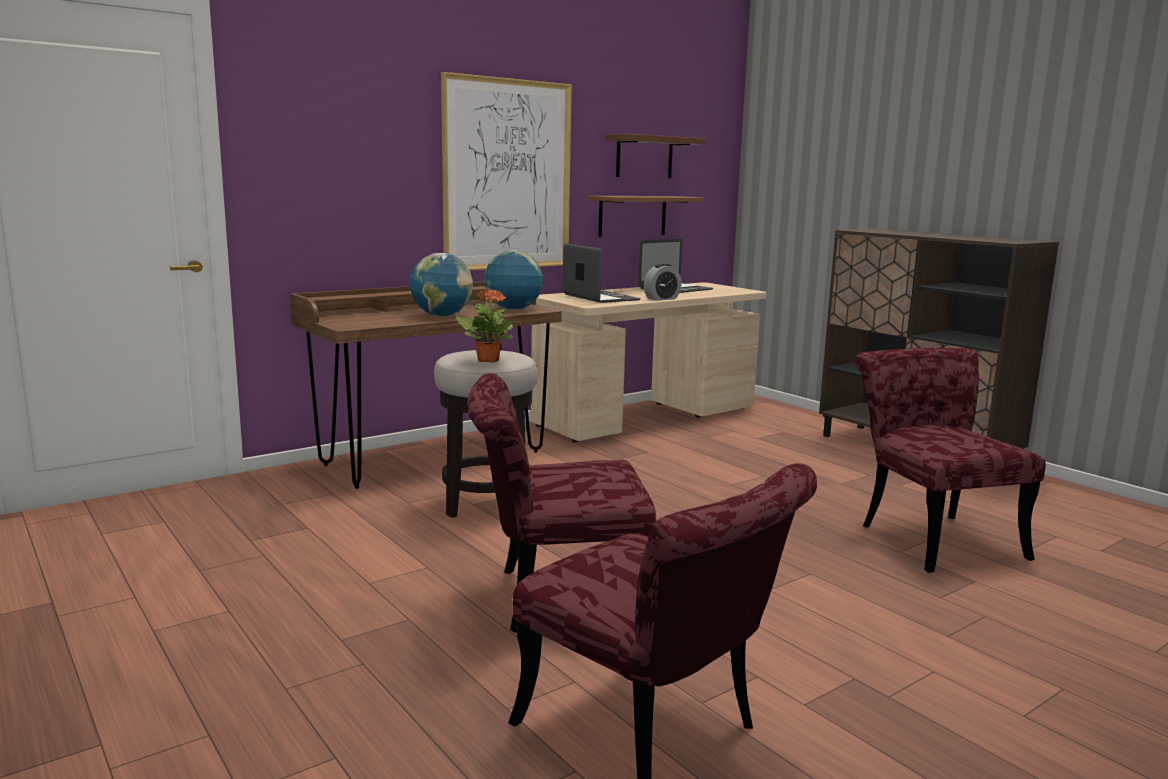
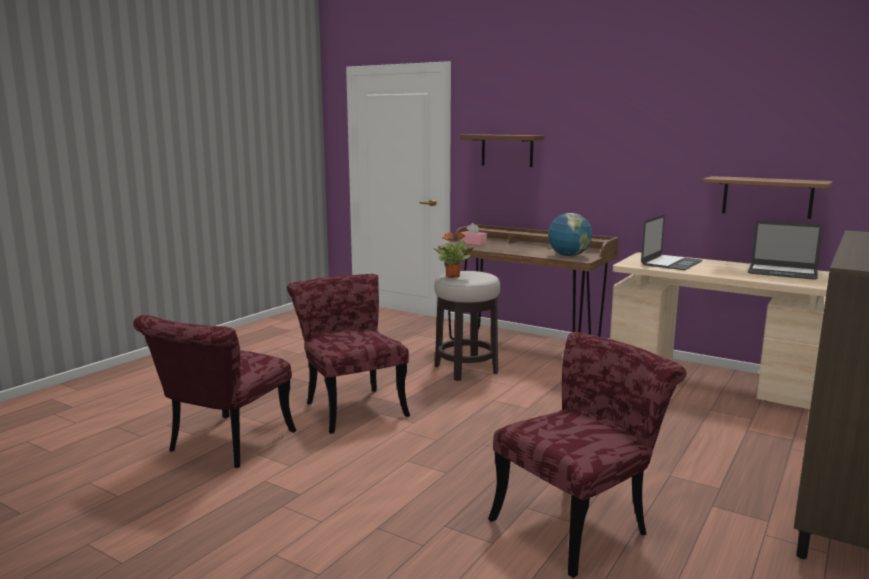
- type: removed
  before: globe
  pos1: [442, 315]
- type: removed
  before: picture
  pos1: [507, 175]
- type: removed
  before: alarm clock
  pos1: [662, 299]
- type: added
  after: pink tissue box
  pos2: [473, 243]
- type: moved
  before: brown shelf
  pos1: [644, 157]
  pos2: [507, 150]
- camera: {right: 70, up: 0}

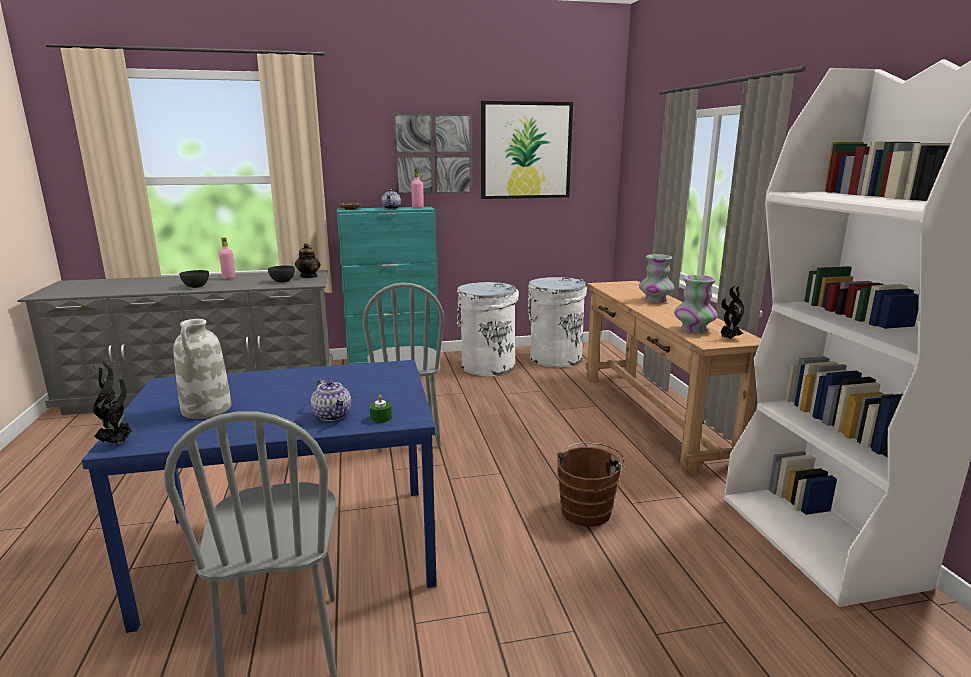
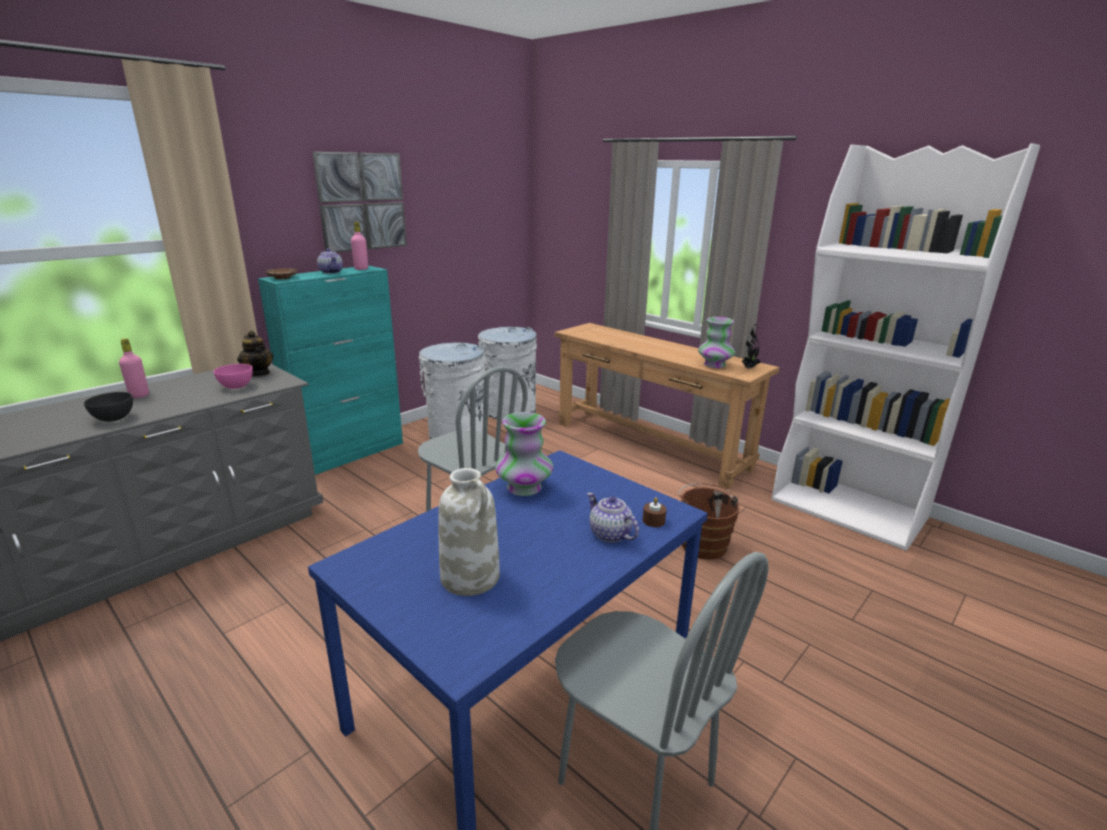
- type: removed
  before: potted plant
  pos1: [118, 443]
- type: removed
  before: picture
  pos1: [526, 150]
- type: moved
  before: vase
  pos1: [655, 300]
  pos2: [524, 488]
- type: recoloured
  before: grey bowl
  after: pink bowl
  pos1: [282, 281]
  pos2: [236, 386]
- type: recoloured
  before: green candle
  after: brown candle
  pos1: [381, 418]
  pos2: [653, 521]
- type: turned
  before: teapot
  pos1: [333, 415]
  pos2: [609, 534]
  turn: -150
- camera: {right: -35, up: 5}

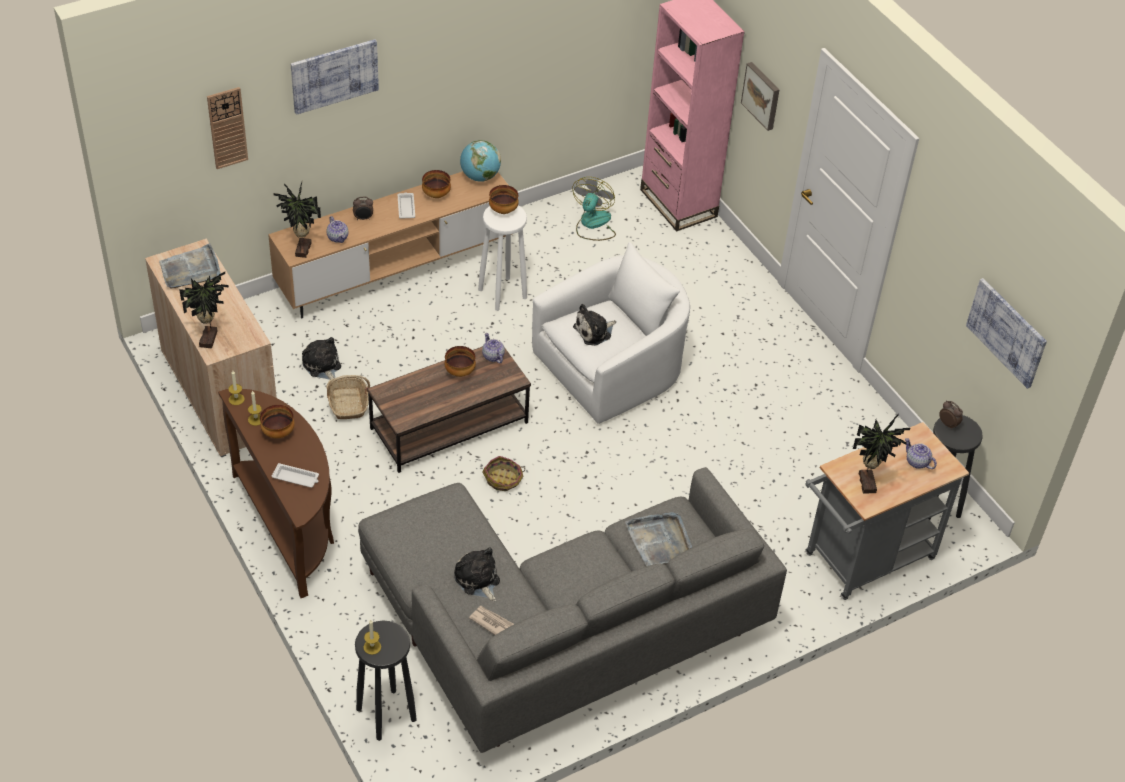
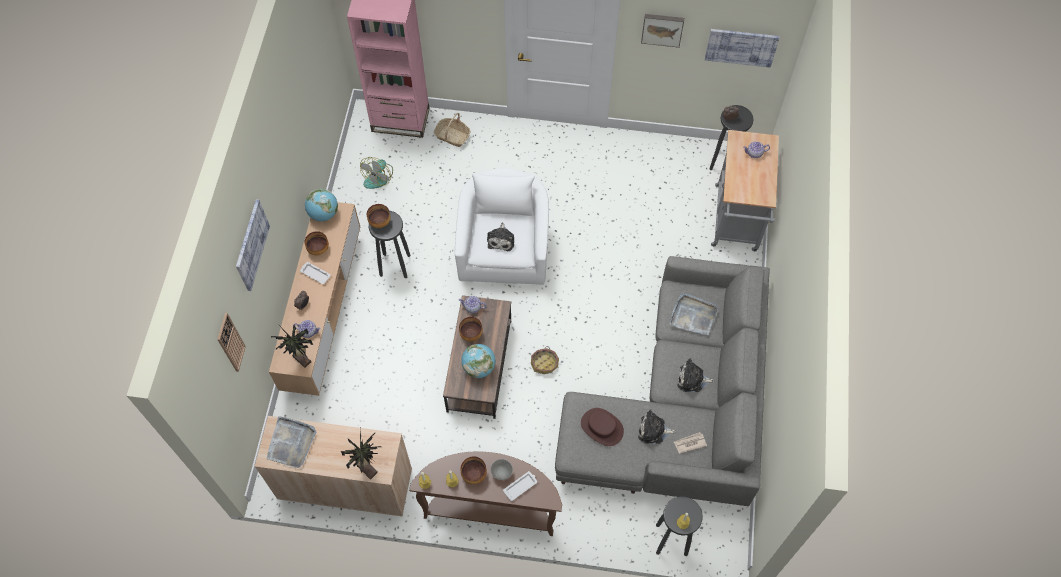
- type: removed
  before: potted plant
  pos1: [868, 483]
- type: added
  after: globe
  pos2: [479, 367]
- type: added
  after: grey bowl
  pos2: [502, 473]
- type: added
  after: brown hat
  pos2: [601, 427]
- type: moved
  before: plush toy
  pos1: [322, 366]
  pos2: [692, 379]
- type: moved
  before: basket
  pos1: [348, 403]
  pos2: [452, 136]
- type: moved
  before: picture
  pos1: [762, 95]
  pos2: [662, 29]
- type: recoloured
  before: white stool
  after: black stool
  pos1: [502, 293]
  pos2: [394, 265]
- type: turned
  before: fan
  pos1: [593, 224]
  pos2: [378, 177]
  turn: -120
- camera: {right: -50, up: 15}

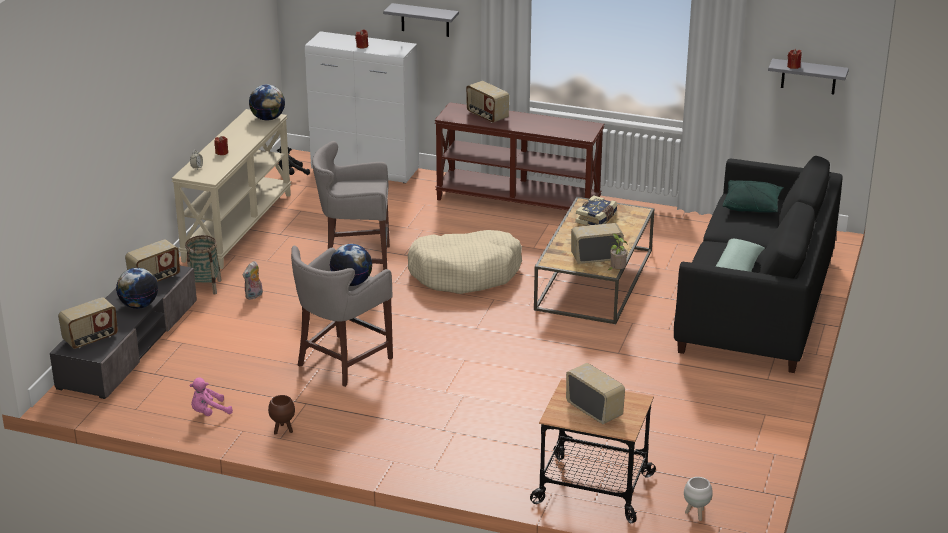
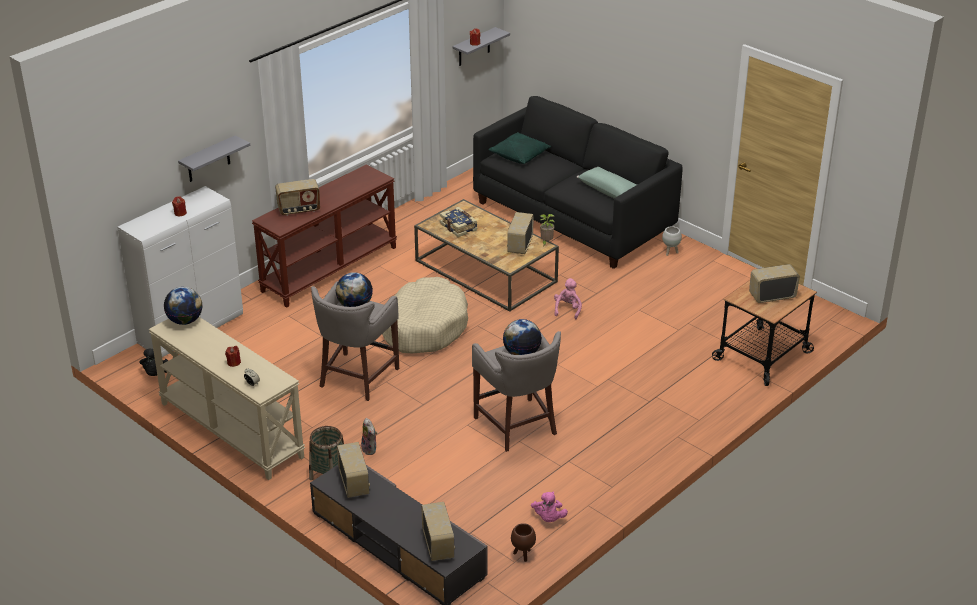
- type: added
  after: pink plush toy
  pos2: [567, 309]
- type: moved
  before: globe
  pos1: [139, 305]
  pos2: [354, 305]
- type: moved
  before: brown planter
  pos1: [282, 430]
  pos2: [522, 555]
- type: moved
  before: white planter
  pos1: [696, 514]
  pos2: [670, 252]
- camera: {right: -65, up: 5}

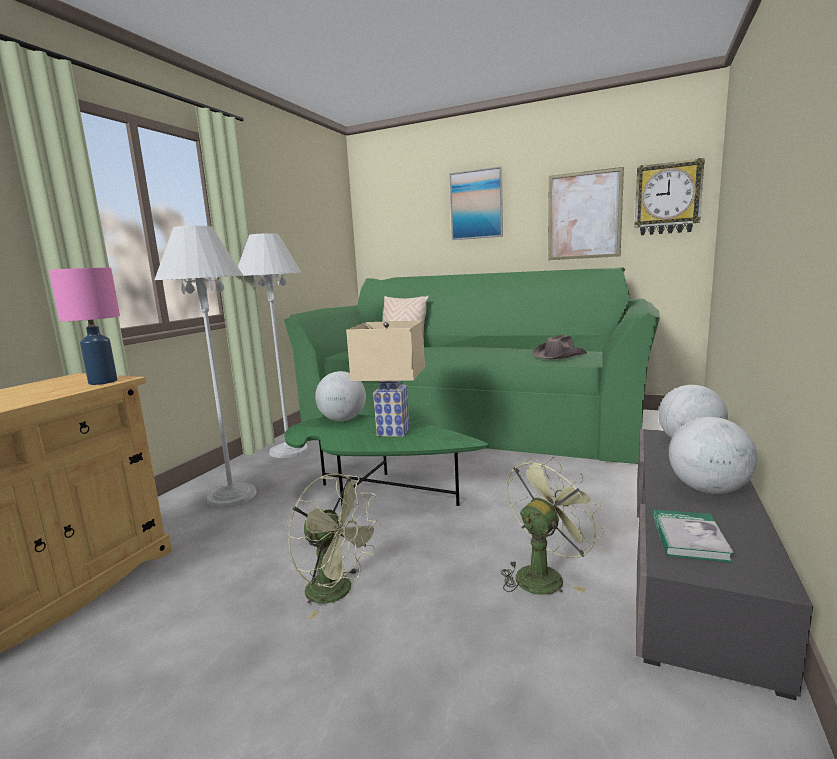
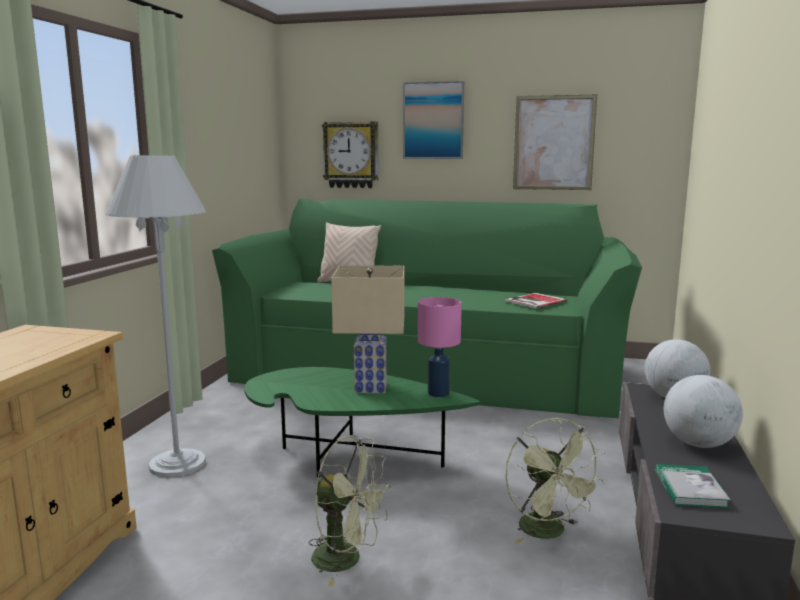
- type: removed
  before: white floor lamp
  pos1: [288, 450]
- type: removed
  before: globe
  pos1: [342, 420]
- type: moved
  before: pink table lamp
  pos1: [102, 382]
  pos2: [437, 393]
- type: moved
  before: wall clock
  pos1: [667, 198]
  pos2: [351, 155]
- type: replaced
  before: brown hat
  after: book
  pos1: [558, 355]
  pos2: [533, 301]
- type: turned
  before: green fan
  pos1: [544, 575]
  pos2: [549, 532]
  turn: 120
- camera: {right: -10, up: 0}

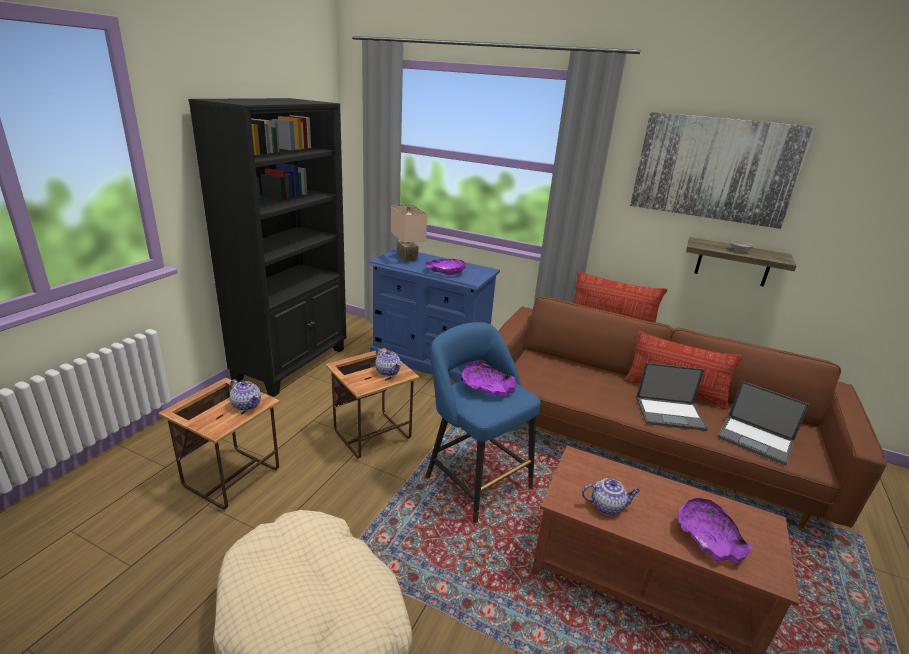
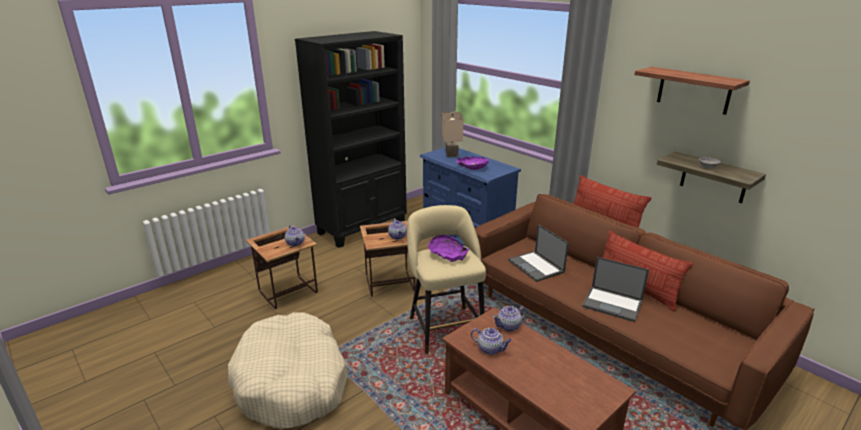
- type: removed
  before: purple bowl
  pos1: [708, 538]
- type: added
  after: teapot
  pos2: [509, 326]
- type: moved
  before: laptop
  pos1: [756, 440]
  pos2: [536, 266]
- type: replaced
  before: picture
  after: shelf
  pos1: [714, 169]
  pos2: [694, 90]
- type: recoloured
  before: blue stool
  after: beige stool
  pos1: [474, 479]
  pos2: [445, 327]
- camera: {right: 25, up: 0}

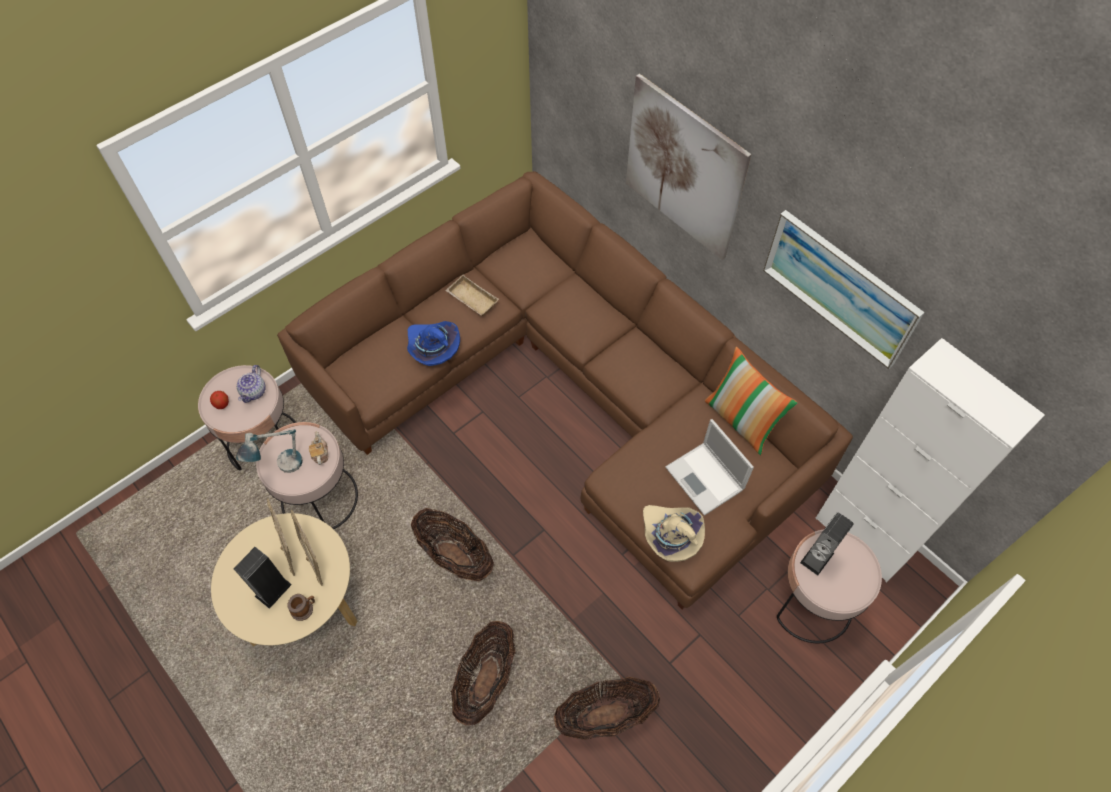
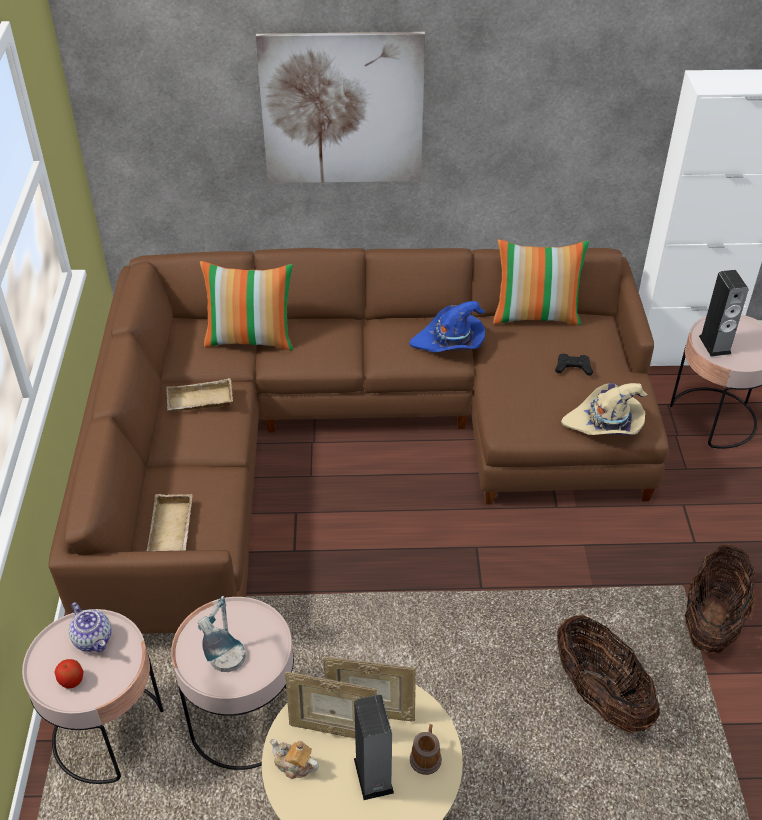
- type: removed
  before: basket
  pos1: [455, 556]
- type: removed
  before: picture
  pos1: [839, 287]
- type: added
  after: beige tray
  pos2: [173, 529]
- type: added
  after: pillow
  pos2: [251, 339]
- type: moved
  before: teapot
  pos1: [320, 453]
  pos2: [294, 765]
- type: moved
  before: blue hat
  pos1: [432, 347]
  pos2: [450, 342]
- type: replaced
  before: laptop
  after: black game controller
  pos1: [705, 479]
  pos2: [573, 368]
- camera: {right: -50, up: -15}

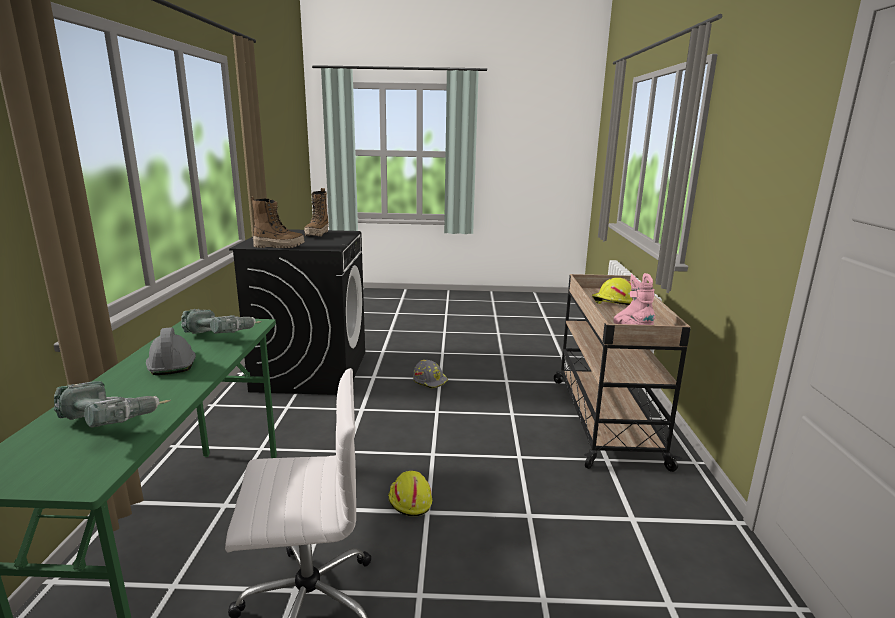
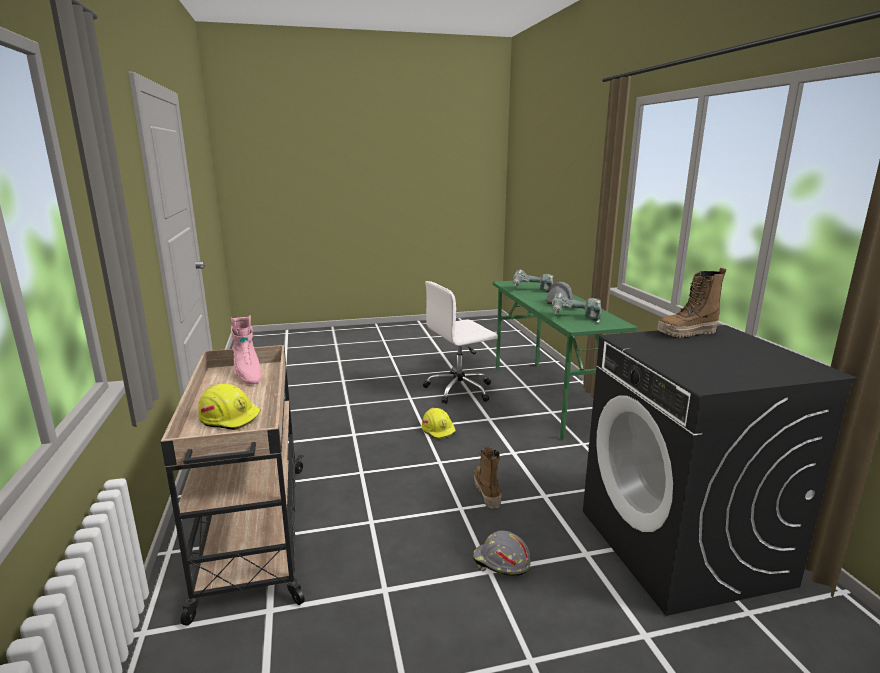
- type: moved
  before: boot
  pos1: [317, 234]
  pos2: [487, 492]
- camera: {right: 165, up: 0}

